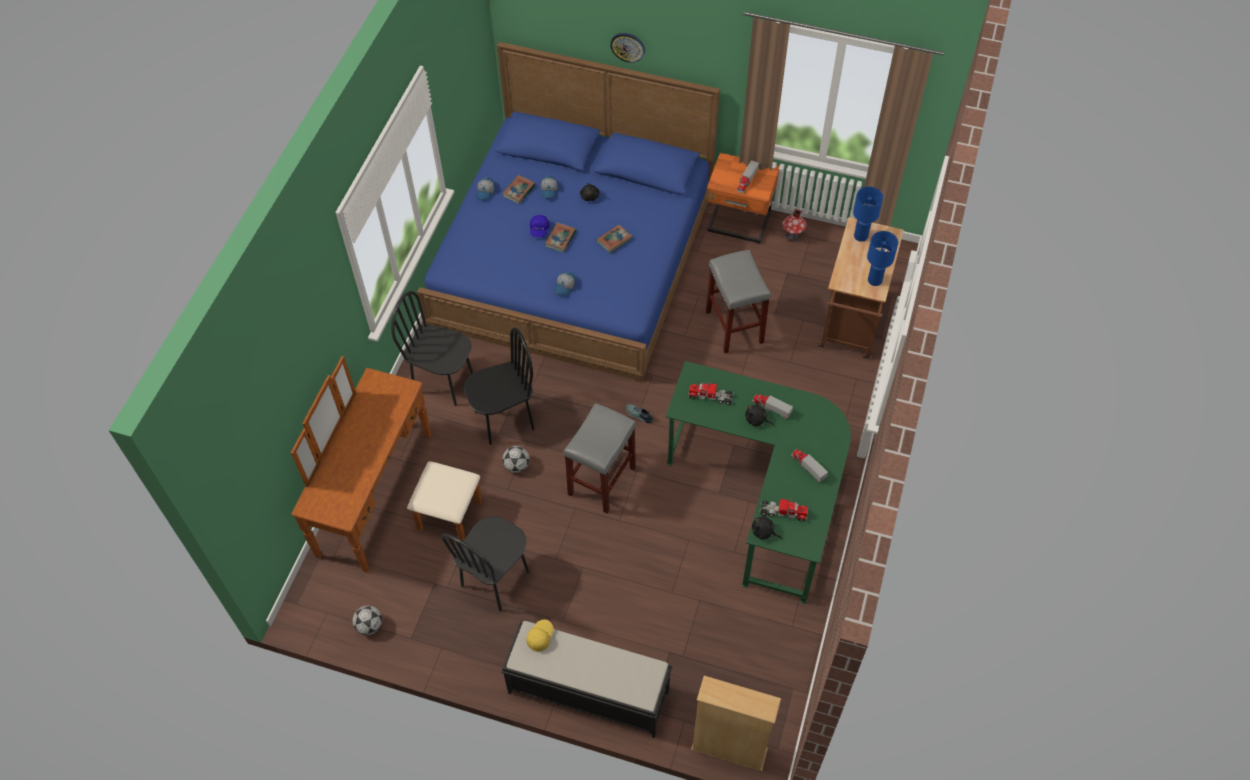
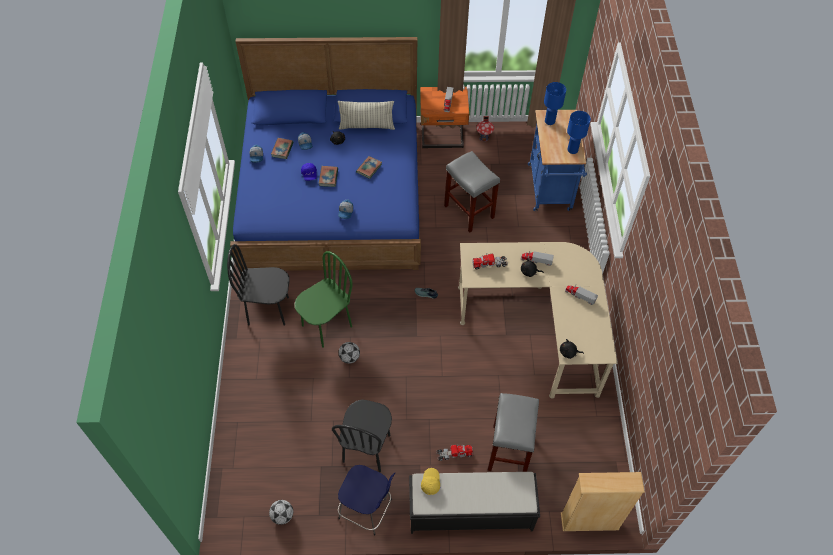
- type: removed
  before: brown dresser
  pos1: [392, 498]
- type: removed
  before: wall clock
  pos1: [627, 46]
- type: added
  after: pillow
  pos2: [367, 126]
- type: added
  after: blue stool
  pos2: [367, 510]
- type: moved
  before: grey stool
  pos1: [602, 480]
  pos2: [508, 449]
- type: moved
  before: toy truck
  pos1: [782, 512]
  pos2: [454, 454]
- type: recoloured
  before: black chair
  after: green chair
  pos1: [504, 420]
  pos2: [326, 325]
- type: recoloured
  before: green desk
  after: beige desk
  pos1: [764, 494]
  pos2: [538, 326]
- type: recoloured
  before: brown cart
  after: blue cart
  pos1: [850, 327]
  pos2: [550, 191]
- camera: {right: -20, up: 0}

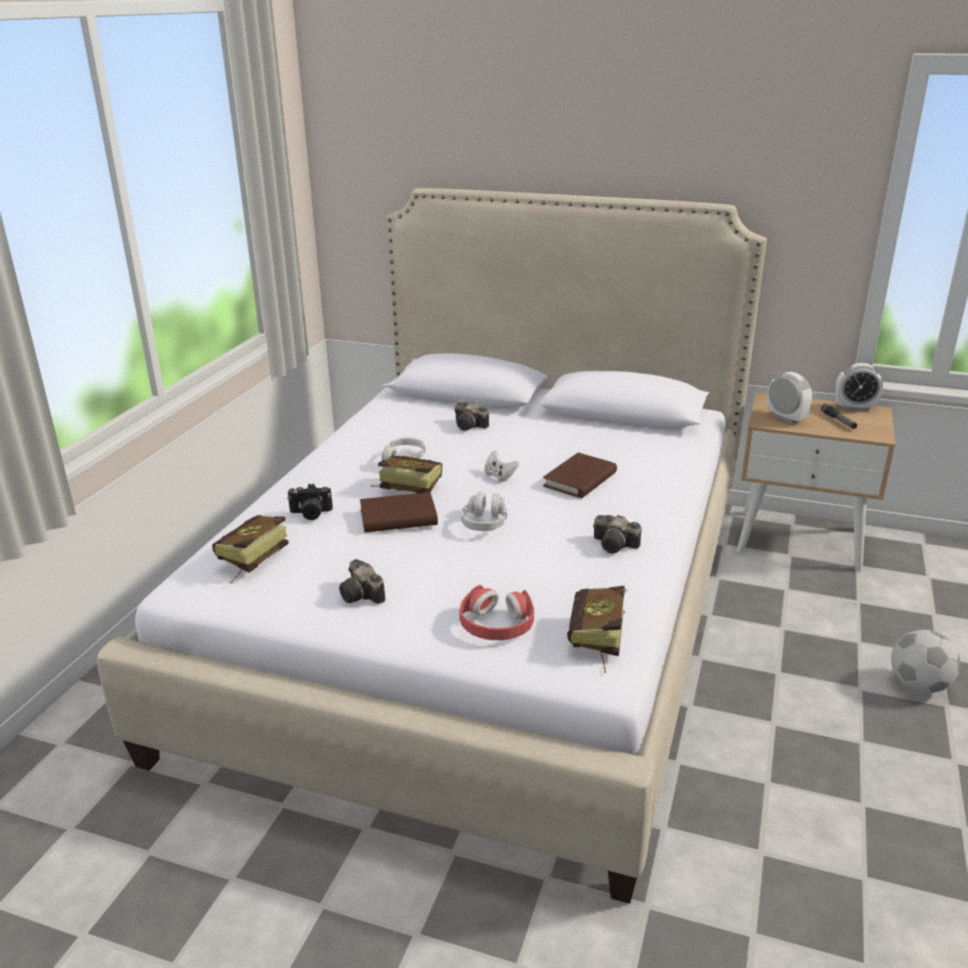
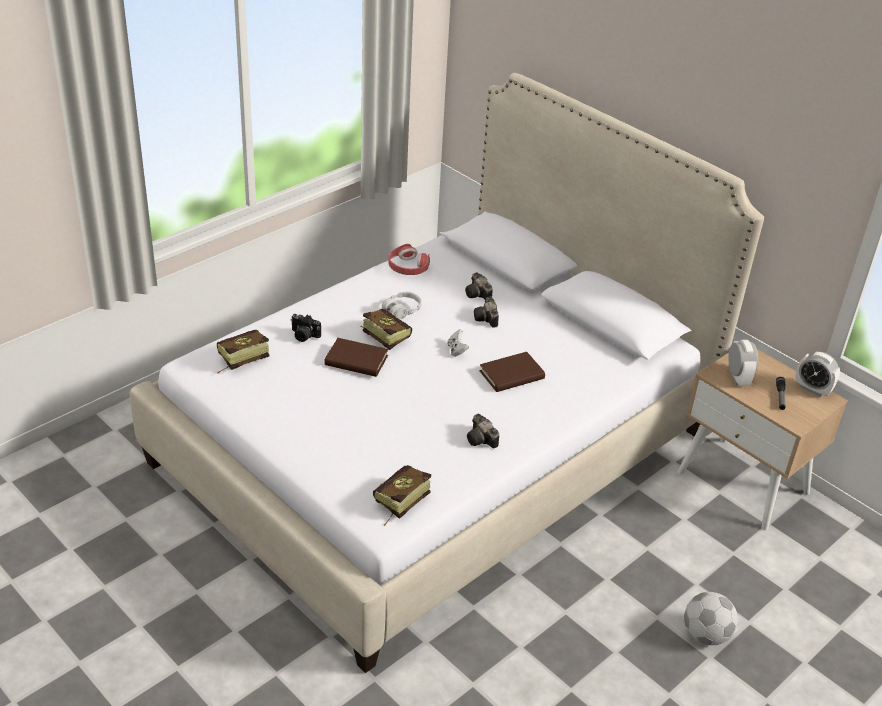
- type: removed
  before: grey headphones
  pos1: [484, 522]
- type: moved
  before: photo camera
  pos1: [363, 595]
  pos2: [487, 319]
- type: moved
  before: red headphones
  pos1: [496, 624]
  pos2: [408, 267]
- camera: {right: 25, up: 10}

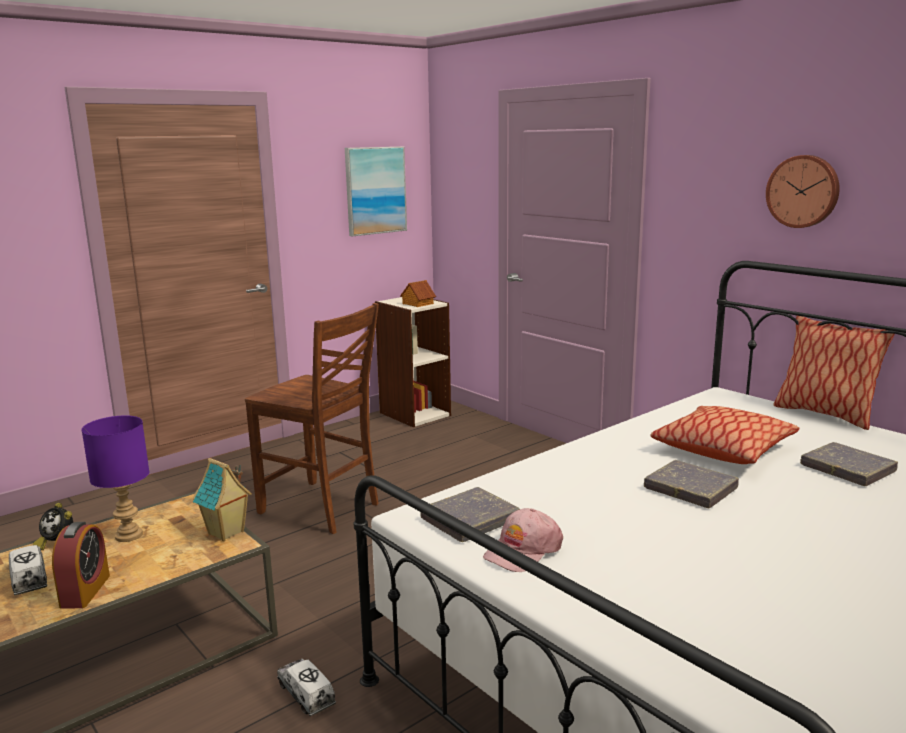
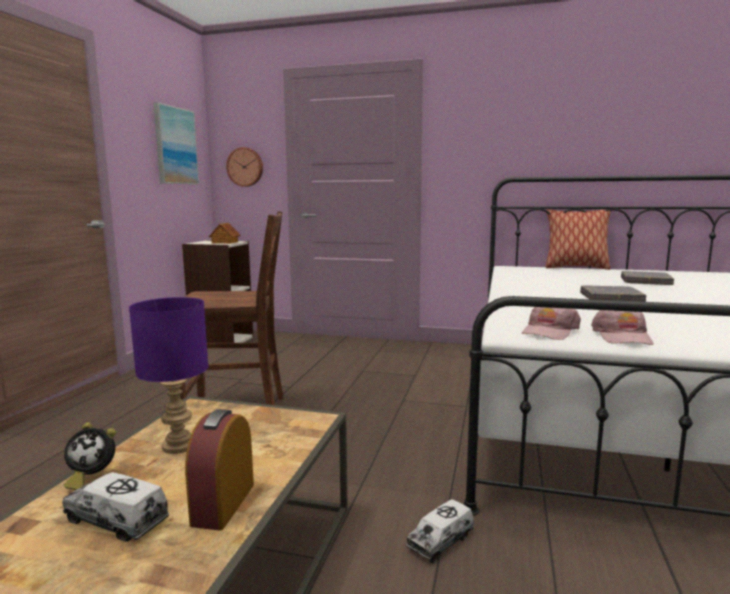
- type: removed
  before: toy house
  pos1: [226, 533]
- type: removed
  before: pillow
  pos1: [723, 449]
- type: moved
  before: wall clock
  pos1: [803, 191]
  pos2: [245, 167]
- type: replaced
  before: grey book
  after: pink cap
  pos1: [470, 520]
  pos2: [549, 331]
- type: turned
  before: alarm clock
  pos1: [85, 591]
  pos2: [223, 504]
  turn: -135
- type: turned
  before: toy truck
  pos1: [306, 694]
  pos2: [440, 541]
  turn: -60
- camera: {right: -35, up: -5}

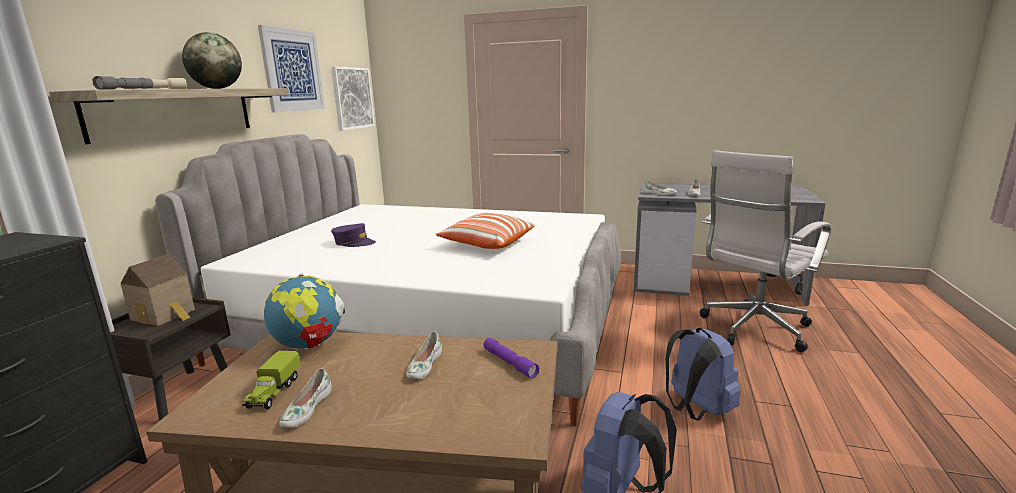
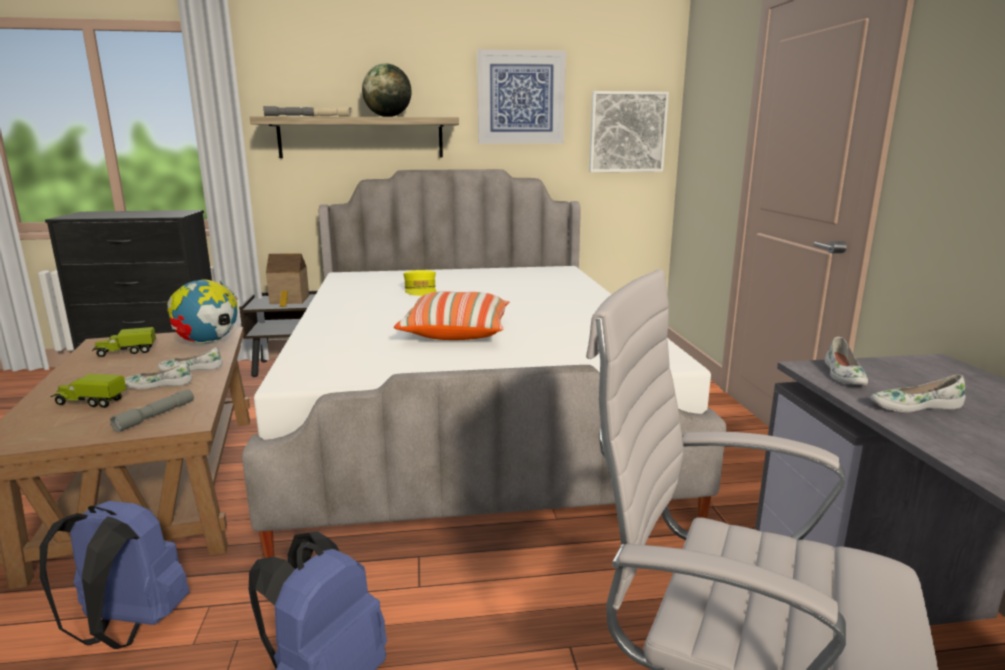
- type: added
  after: toy truck
  pos2: [90, 402]
- type: moved
  before: white shoe
  pos1: [306, 408]
  pos2: [191, 369]
- type: recoloured
  before: purple cap
  after: yellow cap
  pos1: [354, 243]
  pos2: [420, 290]
- type: recoloured
  before: purple flashlight
  after: grey flashlight
  pos1: [509, 363]
  pos2: [155, 416]
- camera: {right: 65, up: 0}

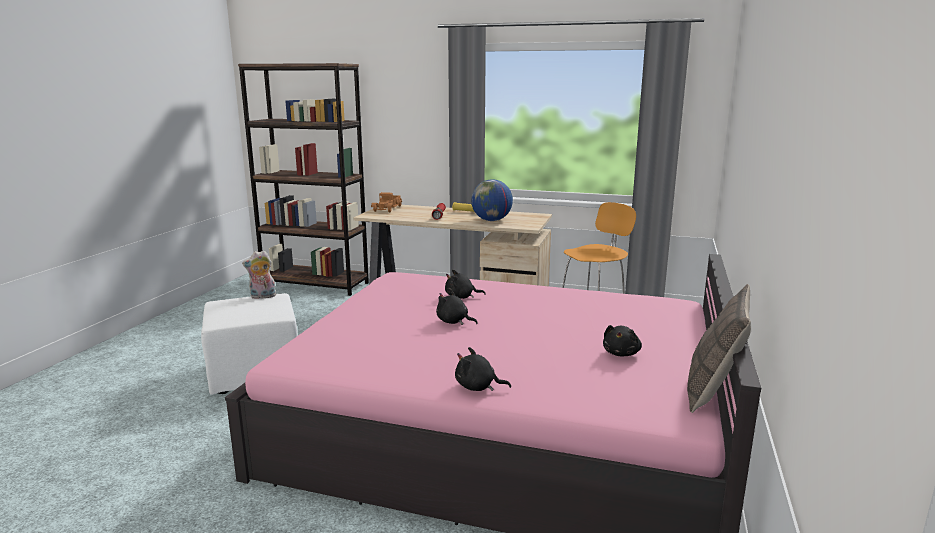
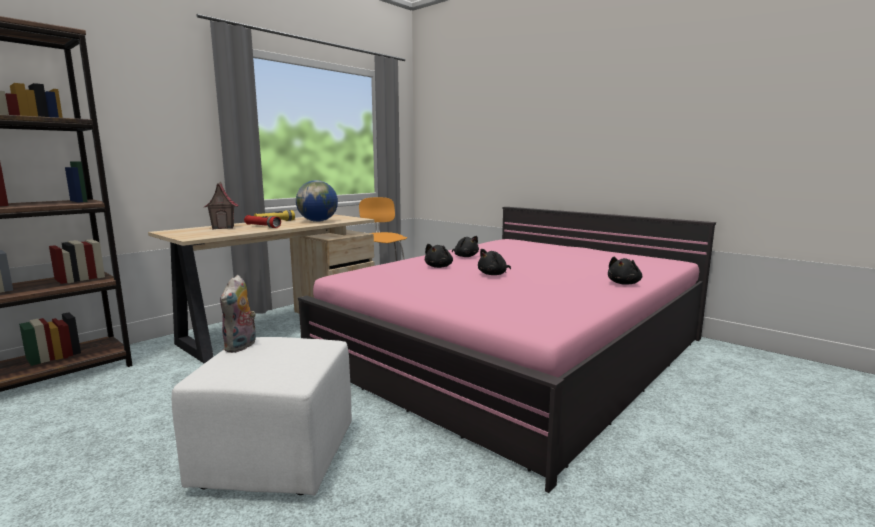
- type: removed
  before: toy truck
  pos1: [388, 208]
- type: removed
  before: pillow
  pos1: [713, 391]
- type: added
  after: toy house
  pos2: [223, 227]
- type: moved
  before: black plush toy
  pos1: [621, 353]
  pos2: [465, 256]
- camera: {right: -65, up: -5}

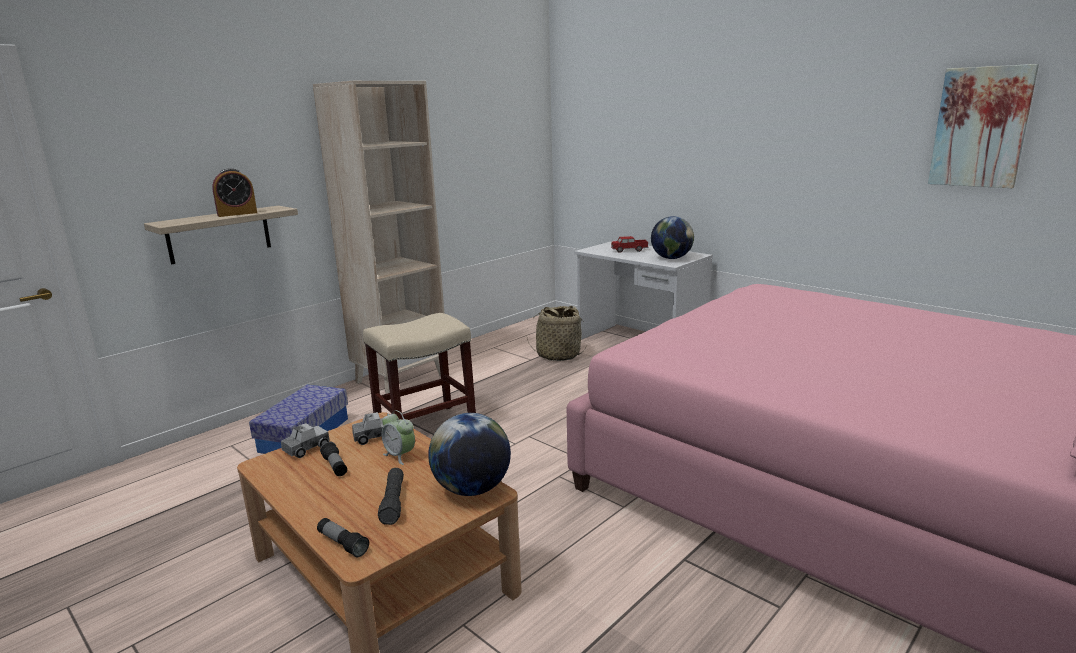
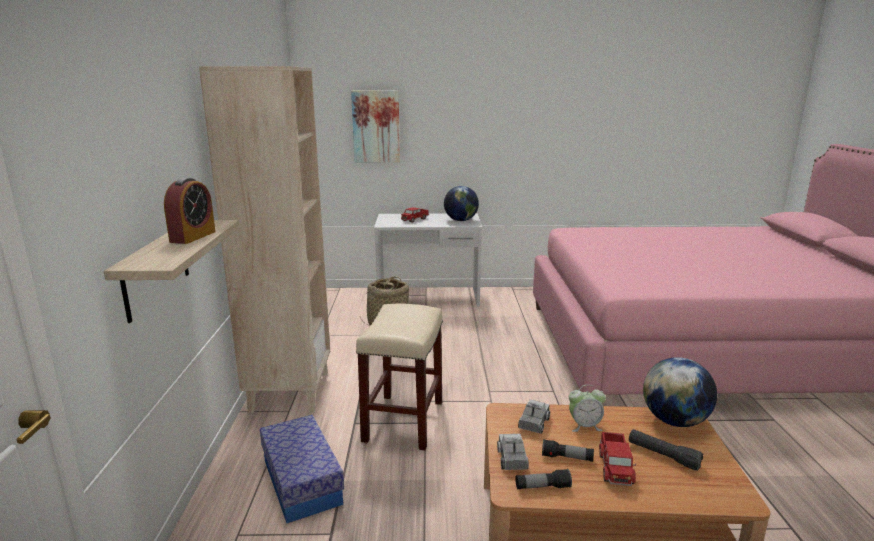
- type: added
  after: toy truck
  pos2: [615, 467]
- type: moved
  before: flashlight
  pos1: [342, 544]
  pos2: [542, 487]
- type: moved
  before: picture
  pos1: [980, 127]
  pos2: [376, 126]
- camera: {right: -45, up: 0}

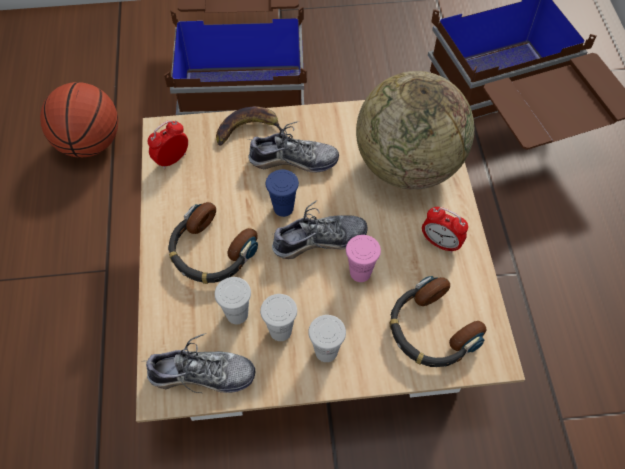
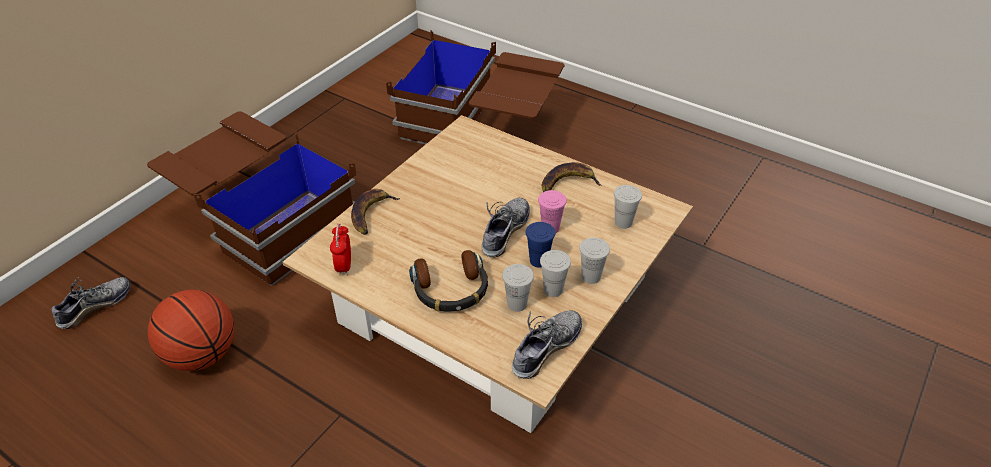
- type: removed
  before: globe
  pos1: [407, 166]
- type: moved
  before: shoe
  pos1: [293, 160]
  pos2: [95, 307]
- type: moved
  before: blue cup
  pos1: [283, 208]
  pos2: [538, 261]
- type: replaced
  before: headphones
  after: white cup
  pos1: [431, 330]
  pos2: [623, 222]
- type: replaced
  before: alarm clock
  after: banana
  pos1: [440, 243]
  pos2: [568, 182]
- camera: {right: -50, up: -15}

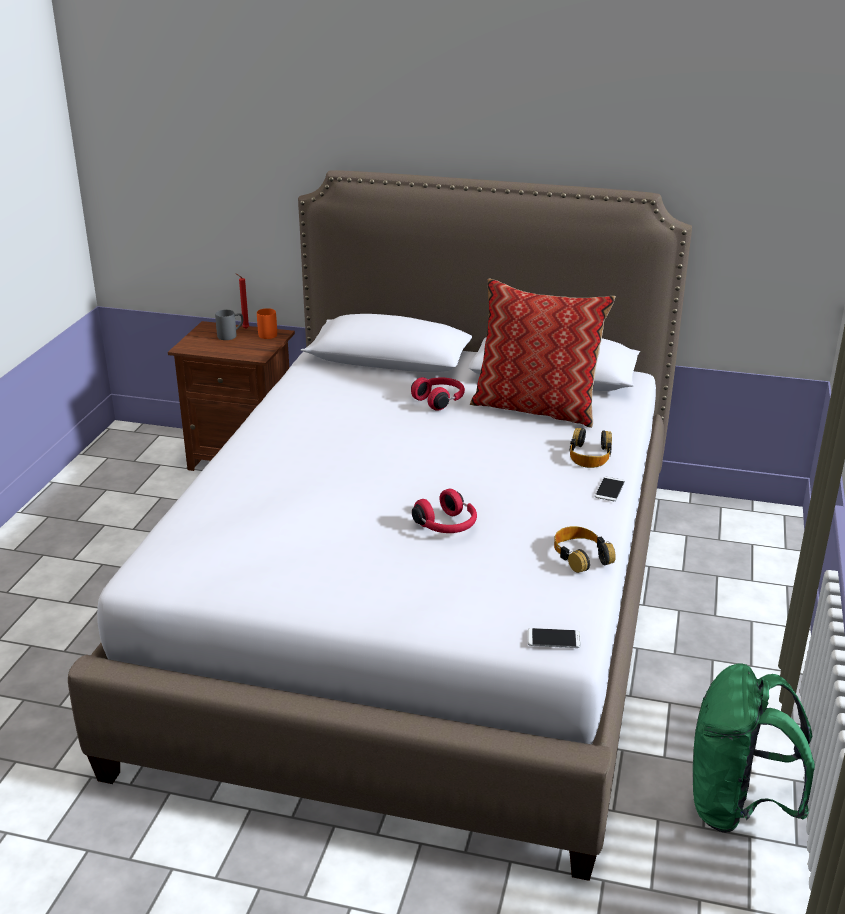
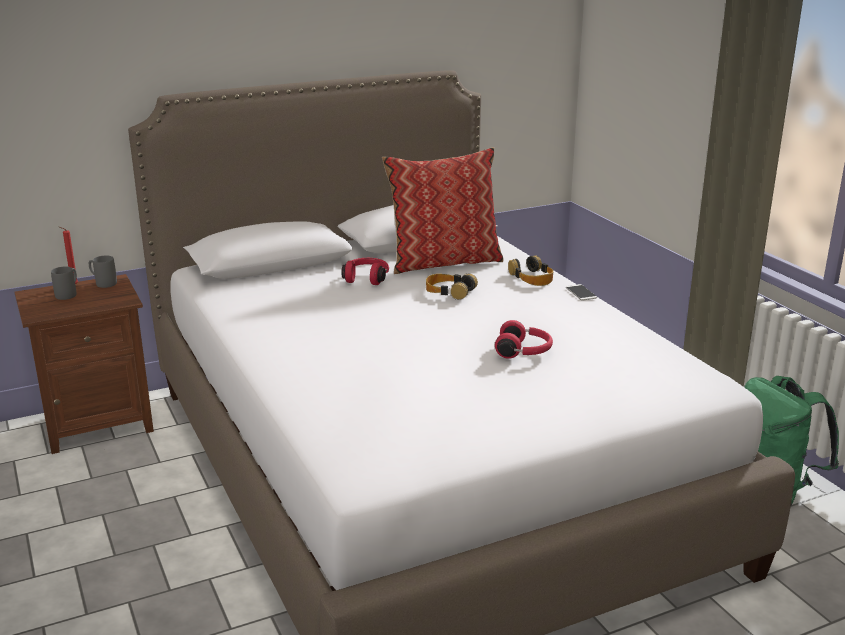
- type: removed
  before: phone
  pos1: [553, 639]
- type: moved
  before: headphones
  pos1: [581, 556]
  pos2: [449, 291]
- type: recoloured
  before: orange mug
  after: grey mug
  pos1: [266, 333]
  pos2: [102, 283]
- camera: {right: -40, up: -5}

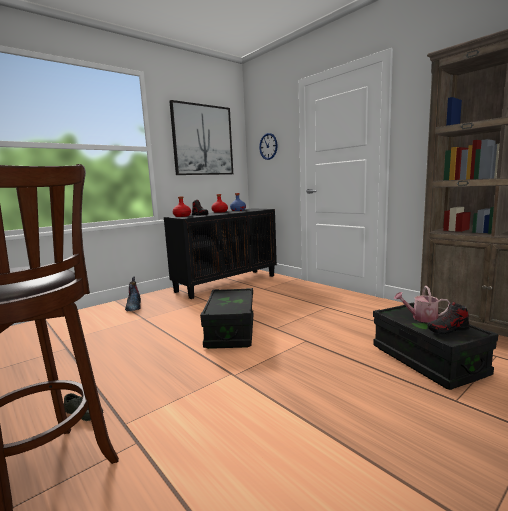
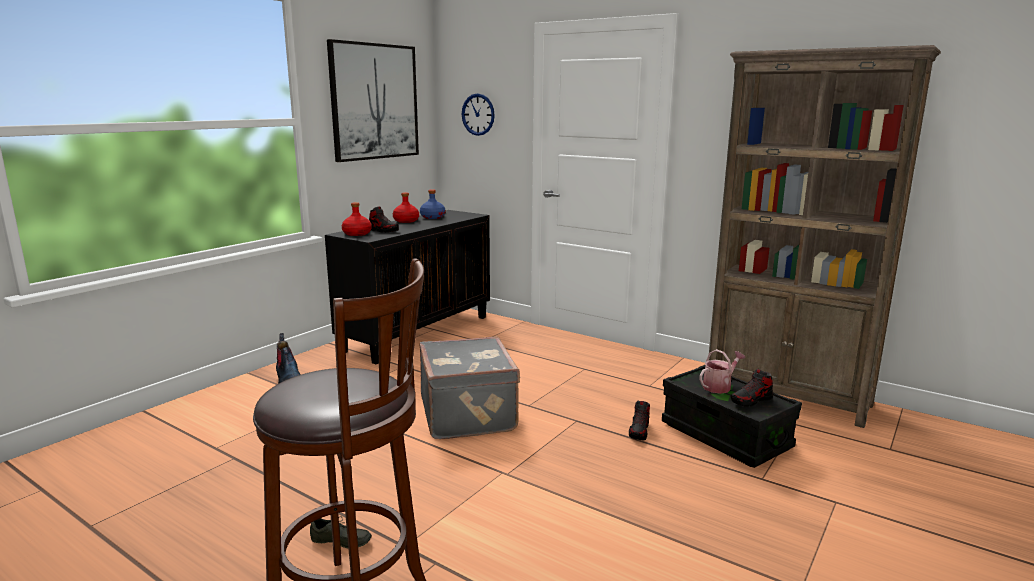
- type: added
  after: shoe
  pos2: [639, 431]
- type: replaced
  before: black storage box
  after: grey suitcase
  pos1: [231, 331]
  pos2: [469, 414]
- type: turned
  before: watering can
  pos1: [421, 318]
  pos2: [719, 386]
  turn: 150
- camera: {right: -15, up: 5}

